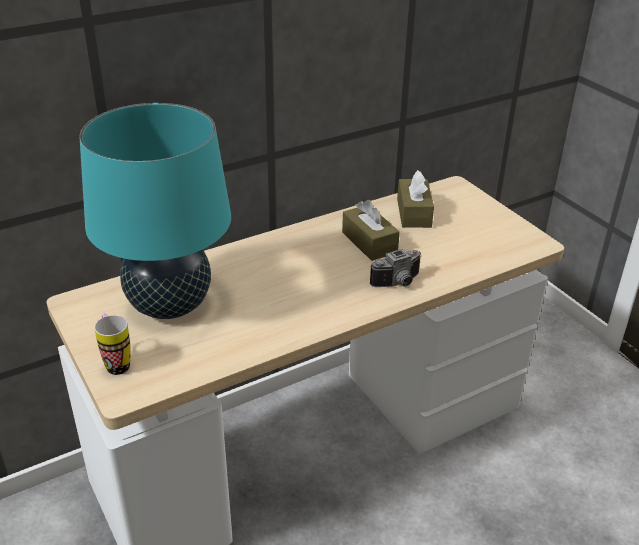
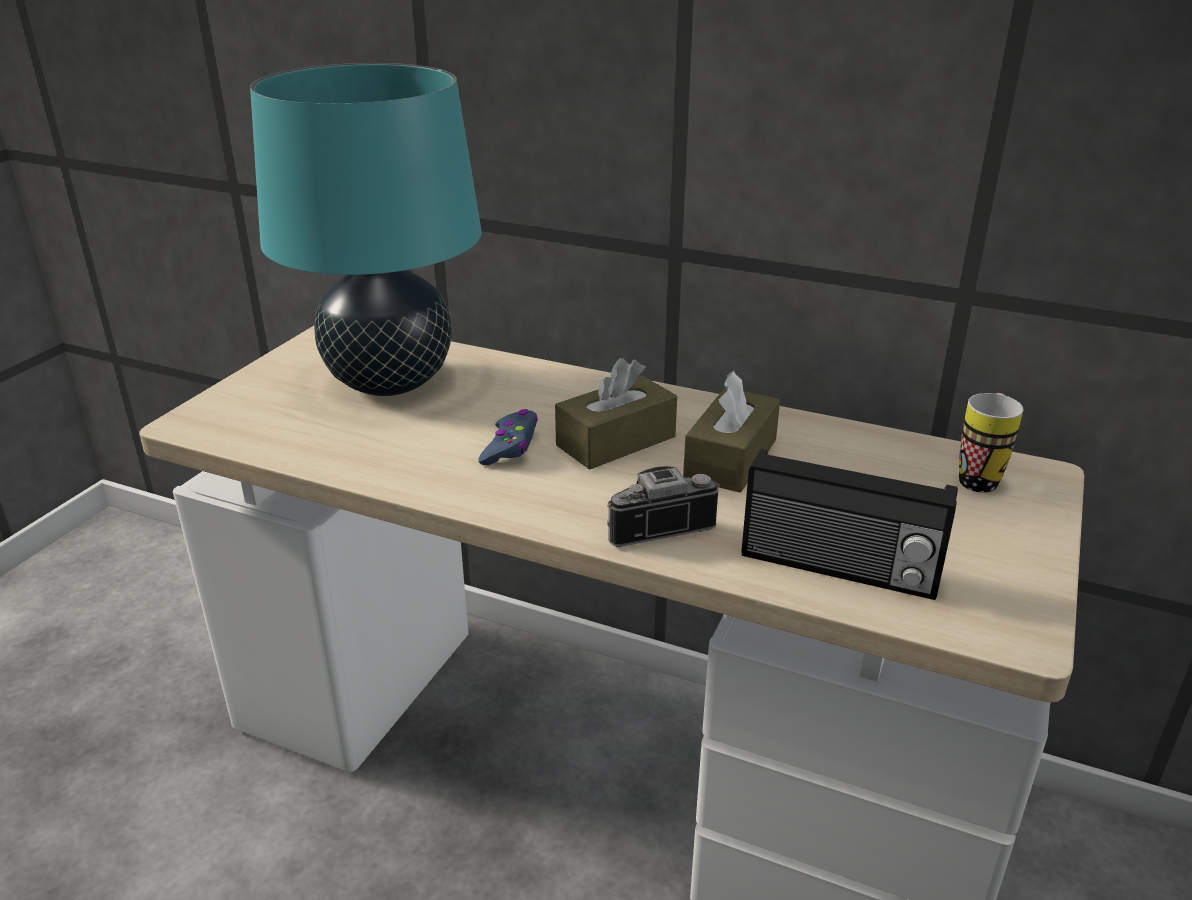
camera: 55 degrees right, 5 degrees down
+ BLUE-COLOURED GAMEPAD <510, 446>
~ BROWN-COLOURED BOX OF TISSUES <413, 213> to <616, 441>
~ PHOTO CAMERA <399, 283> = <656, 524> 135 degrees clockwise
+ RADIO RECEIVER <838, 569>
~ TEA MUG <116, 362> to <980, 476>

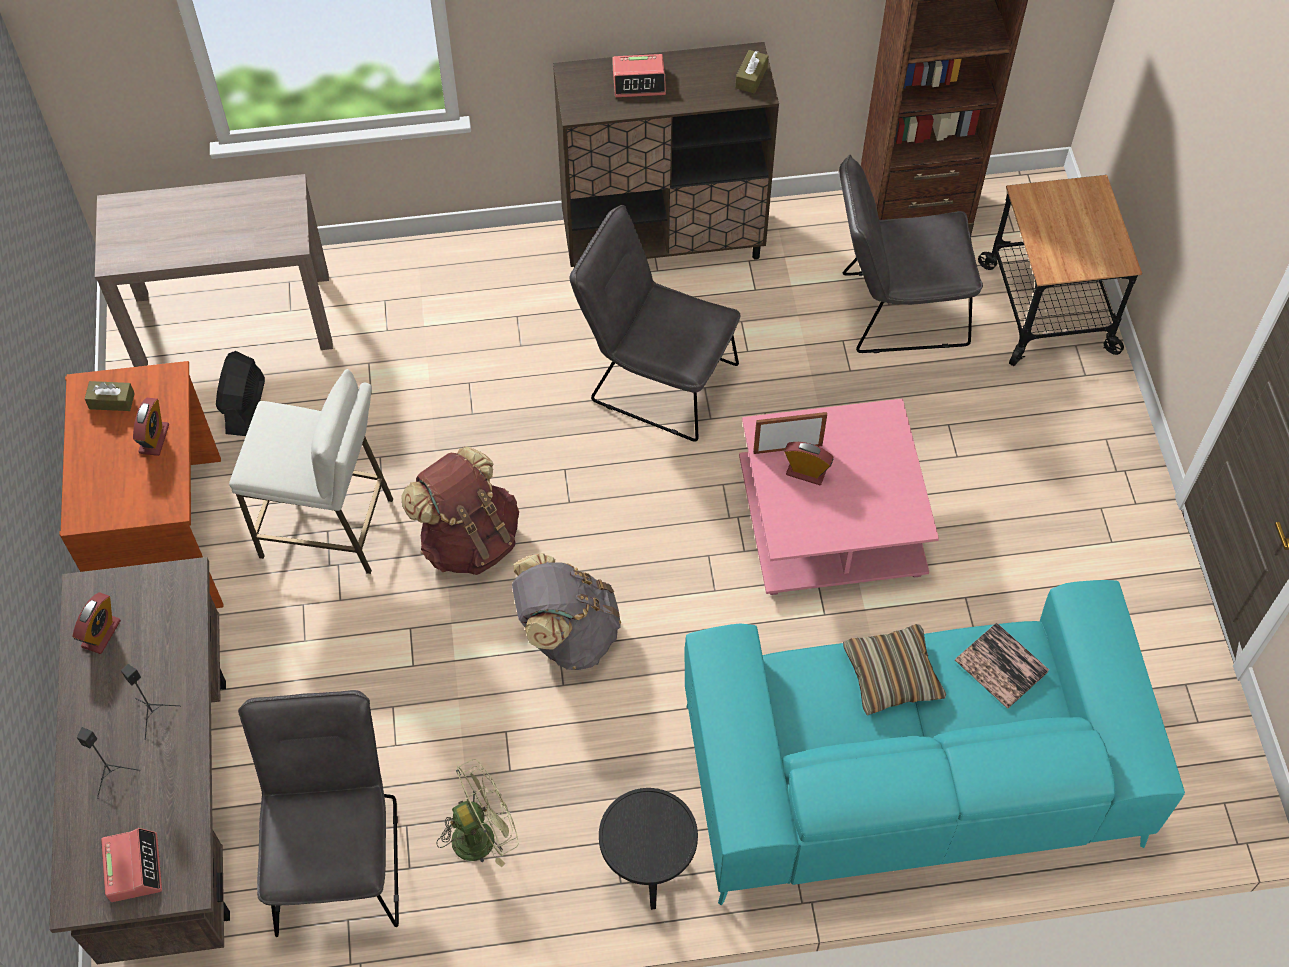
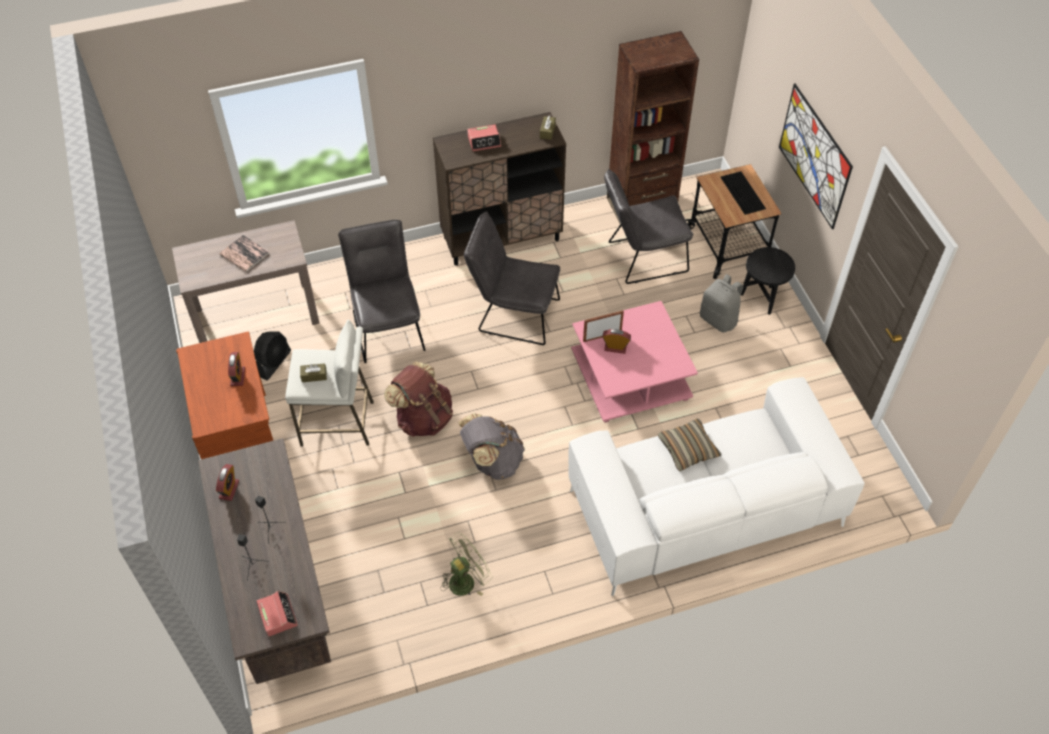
camera: 10 degrees left, 5 degrees down
~ BOUND BOOK <1001, 666> to <244, 254>
~ BLACKISH FAN <245, 407> = <273, 363> 150 degrees counterclockwise
~ BROWN-COLOURED BOX OF TISSUES <112, 401> to <314, 376>
~ GRAY CHAIR <338, 854> to <387, 326>
~ BLUE-GREEN SETTEE <909, 772> to WHITISH SETTEE <704, 506>
+ GRAY BACKPACK <719, 319>
+ COMPUTER KEYBOARD <743, 193>
~ BLACKISH SIDE TABLE <648, 872> to <761, 300>
+ WALL PICTURE <814, 156>

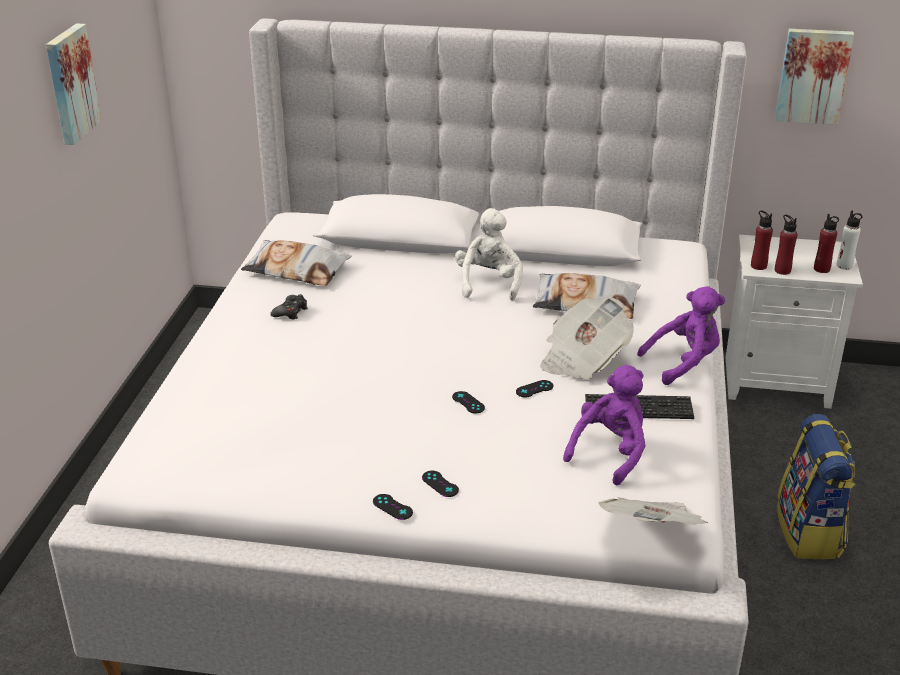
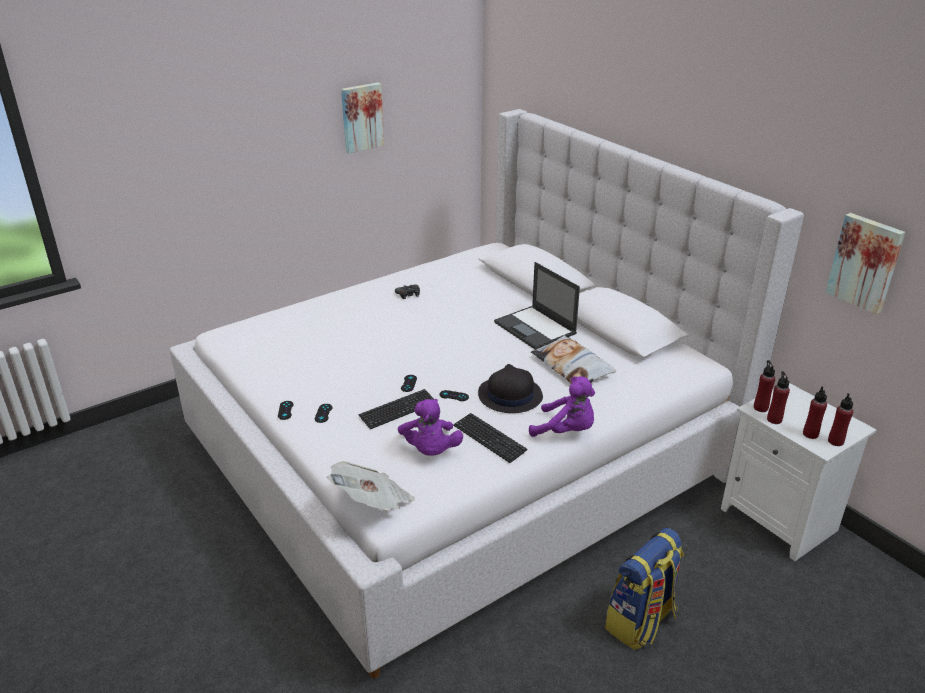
camera: 45 degrees right, 0 degrees up
+ COMPUTER KEYBOARD <398, 410>
~ PURPLE-COLOURED SOFT TOY <610, 453> = <430, 451> 90 degrees clockwise
~ NEWSPAPER <582, 359> to BLACKISH WEARABLE HAT <509, 395>
~ WHITISH SOFT TOY <488, 283> to LAPTOP <536, 328>
~ WHITISH BOTTLE <844, 266> to RED-COLOURED BOTTLE <835, 441>
- CUSHION <297, 270>

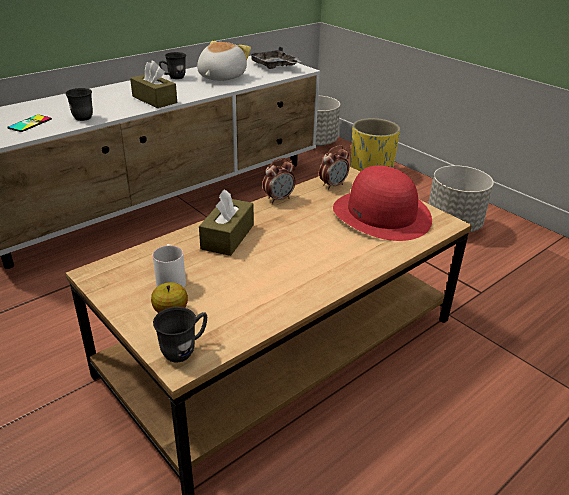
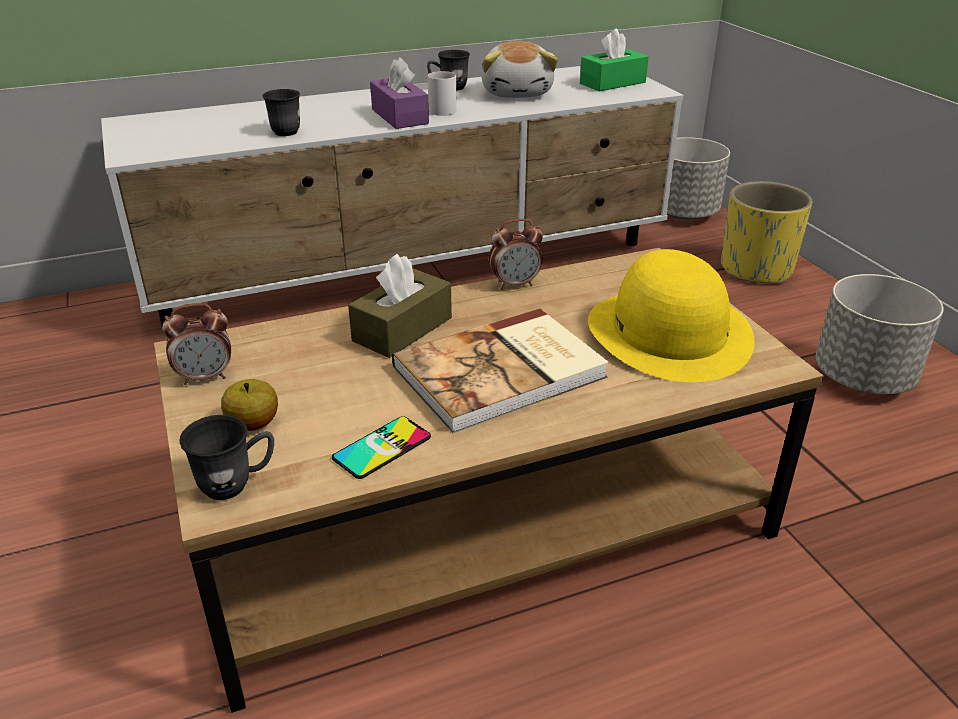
camera: 20 degrees right, 0 degrees up
~ TABLE CLOCK <333, 185> to <205, 377>
~ HANDSET <30, 123> to <382, 447>
~ BROWN-COLOURED BOX OF TISSUES <154, 99> to PURPLE-COLOURED BOX OF TISSUES <399, 116>
+ BOUND BOOK <503, 373>
~ WHITISH TEA MUG <171, 279> to <444, 109>
~ SOFT TOY <220, 77> = <518, 93> 135 degrees clockwise
~ GRAY CARRYING TRAY <274, 66> to GREENISH BOX OF TISSUES <612, 83>
~ RED-COLOURED WEARABLE HAT <382, 214> to YELLOWISH WEARABLE HAT <669, 333>

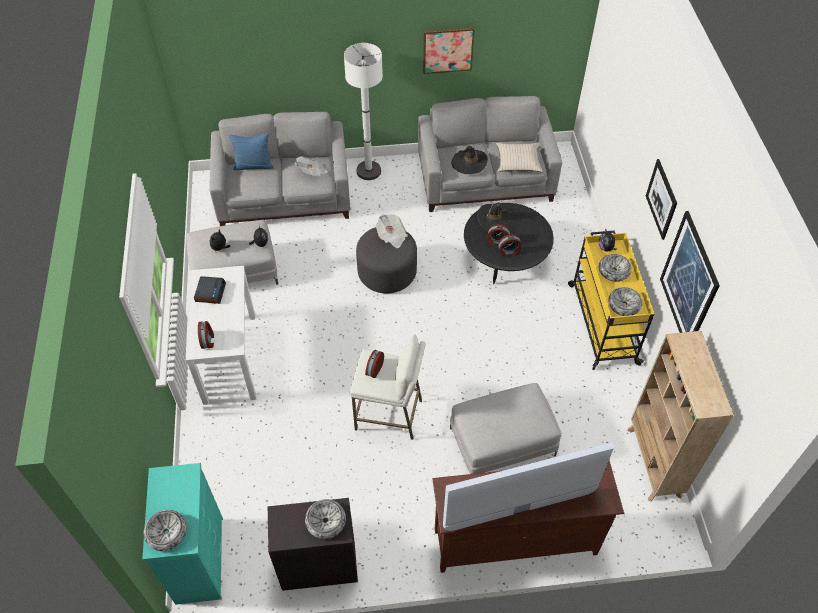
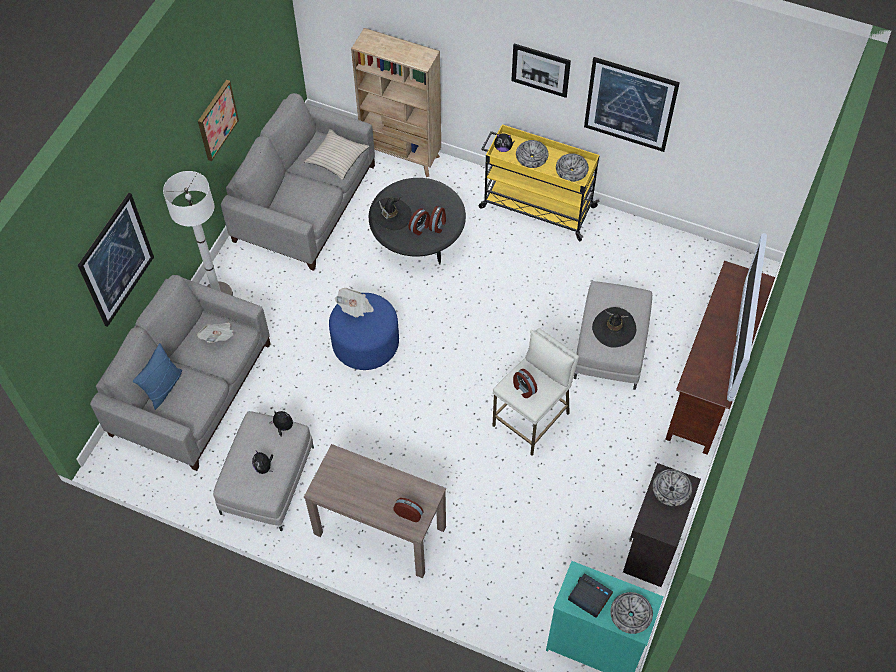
camera: 60 degrees left, 5 degrees up
+ WALL PICTURE <116, 260>
~ WHITISH HALL TABLE <229, 357> to BROWN-COLOURED HALL TABLE <379, 530>
~ GRAY POUFFE <387, 272> to BLUE-COLOURED POUFFE <365, 343>
~ BEIGE BOOKCASE <653, 462> to <401, 156>
~ TABLE CLOCK <210, 292> to <589, 597>
~ BLACKISH WEARABLE HAT <469, 163> to <614, 329>

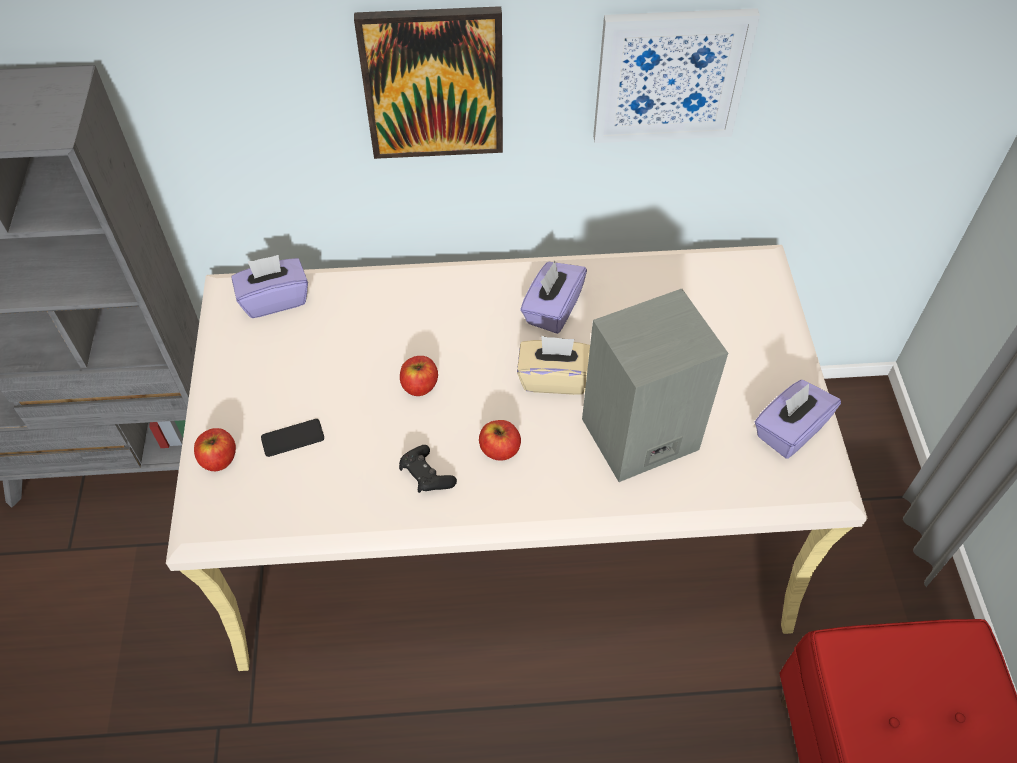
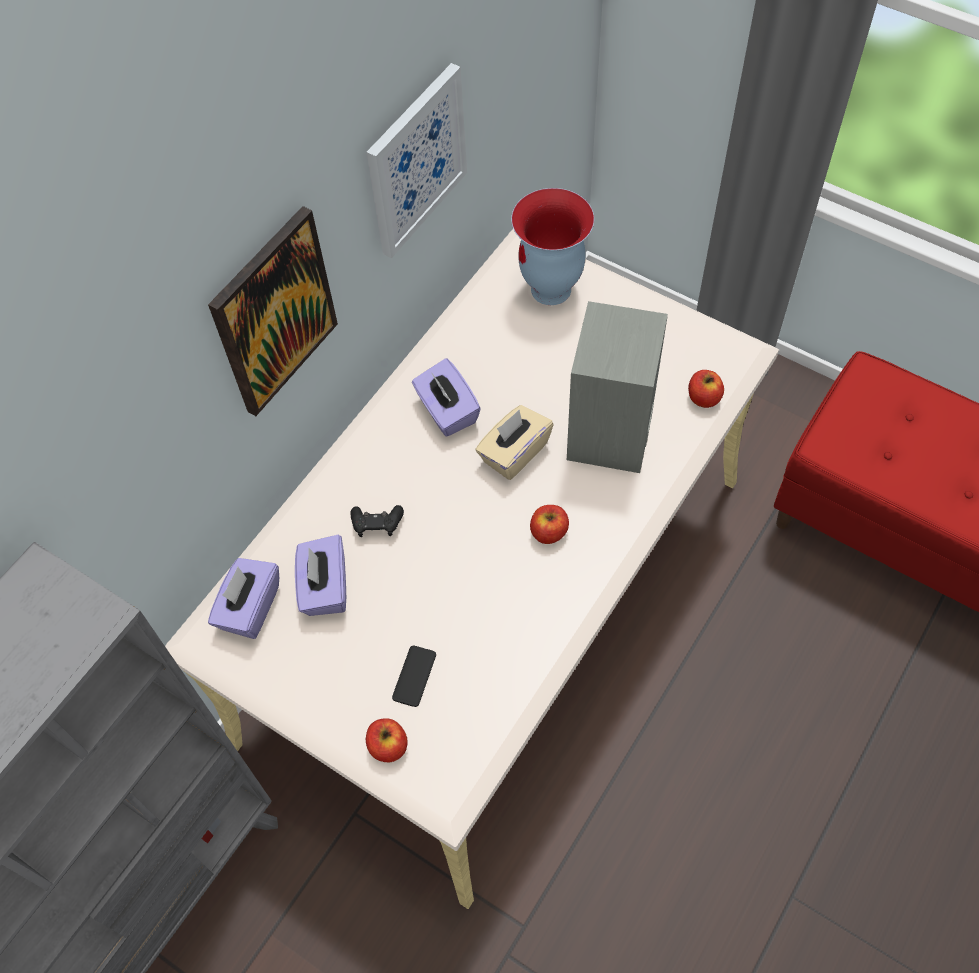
camera: 50 degrees left, 5 degrees up
~ PURPLE-COLOURED BOX OF TISSUES <789, 430> to <324, 588>
~ BLACKISH GAMEPAD <426, 476> to <377, 525>
+ DECORATIVE VASE <551, 290>
~ APPLE <419, 385> to <703, 398>

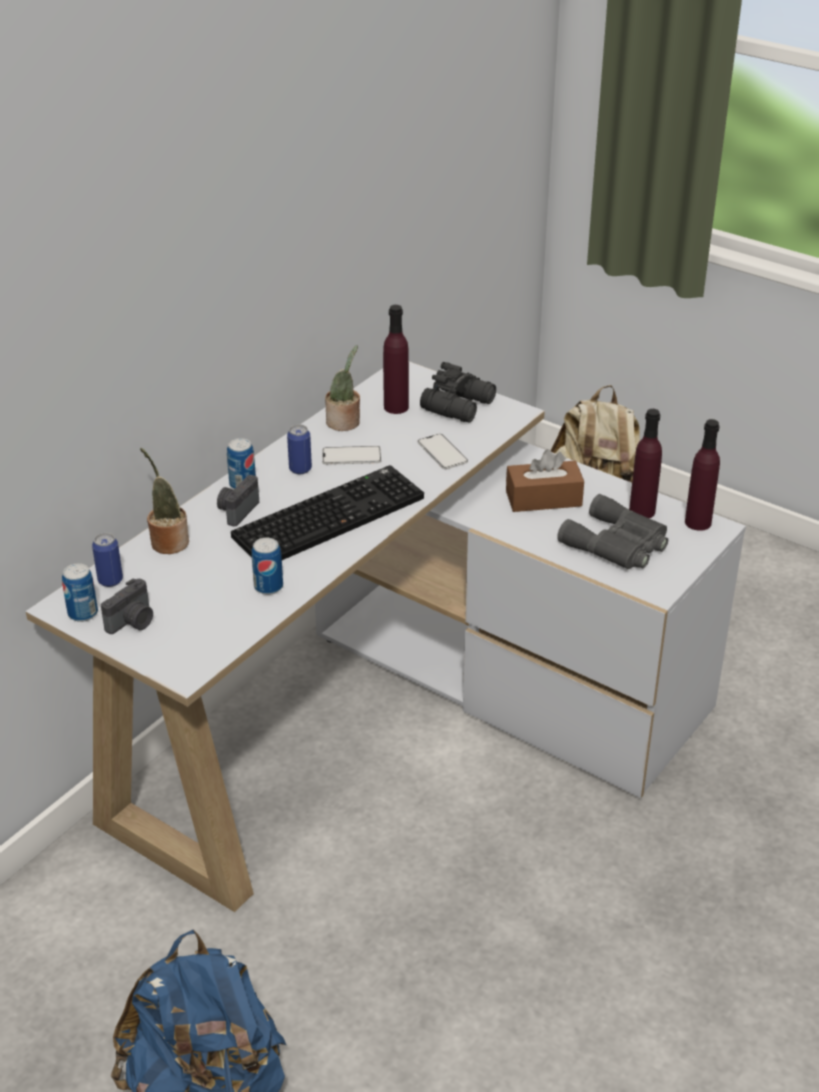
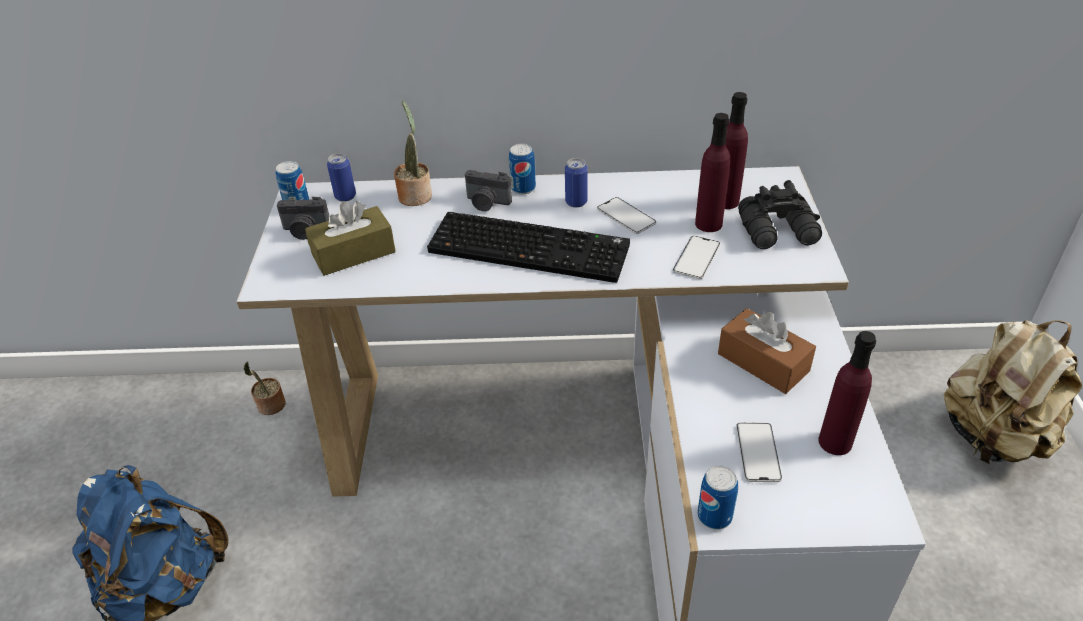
camera: 55 degrees right, 5 degrees up
~ HOUSEPLANT <344, 423> to <270, 406>
+ BROWN-COLOURED BOX OF TISSUES <353, 253>
~ PHOTO CAMERA <237, 511> = <487, 203> 150 degrees counterclockwise
~ PURPLE-COLOURED BOTTLE <698, 522> to <708, 224>
~ CAN <268, 587> to <714, 516>
~ GRAY FIELD GLASSES <617, 544> to HANDSET <758, 452>

